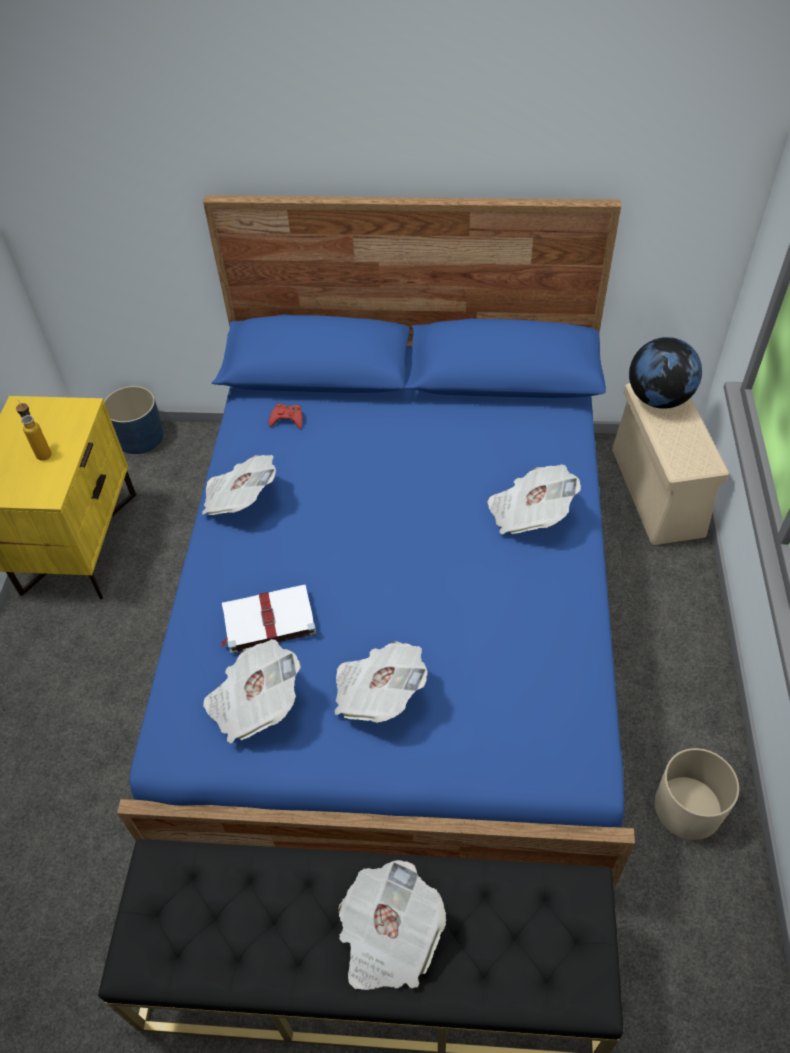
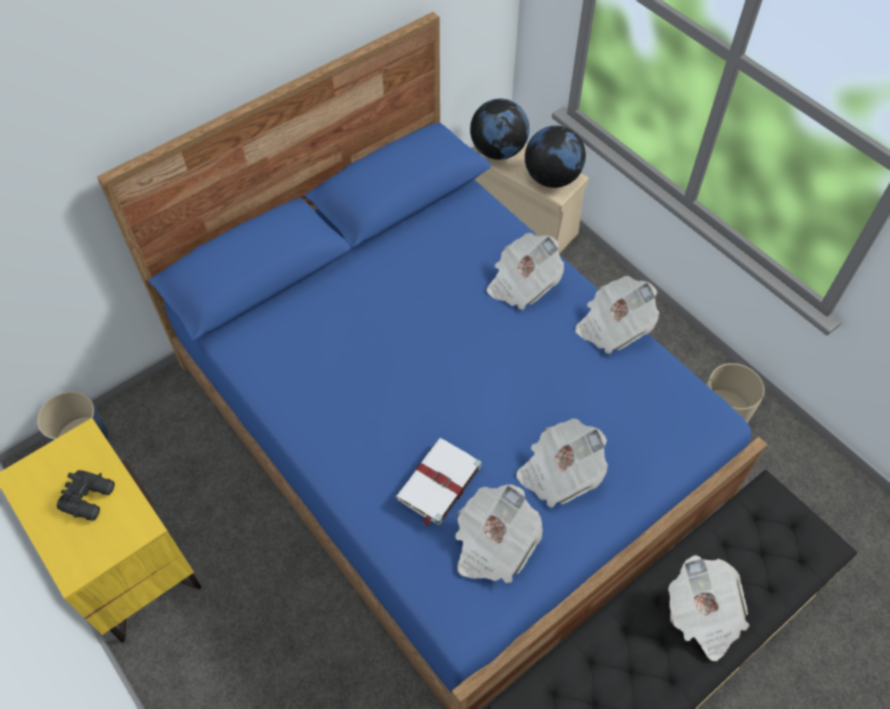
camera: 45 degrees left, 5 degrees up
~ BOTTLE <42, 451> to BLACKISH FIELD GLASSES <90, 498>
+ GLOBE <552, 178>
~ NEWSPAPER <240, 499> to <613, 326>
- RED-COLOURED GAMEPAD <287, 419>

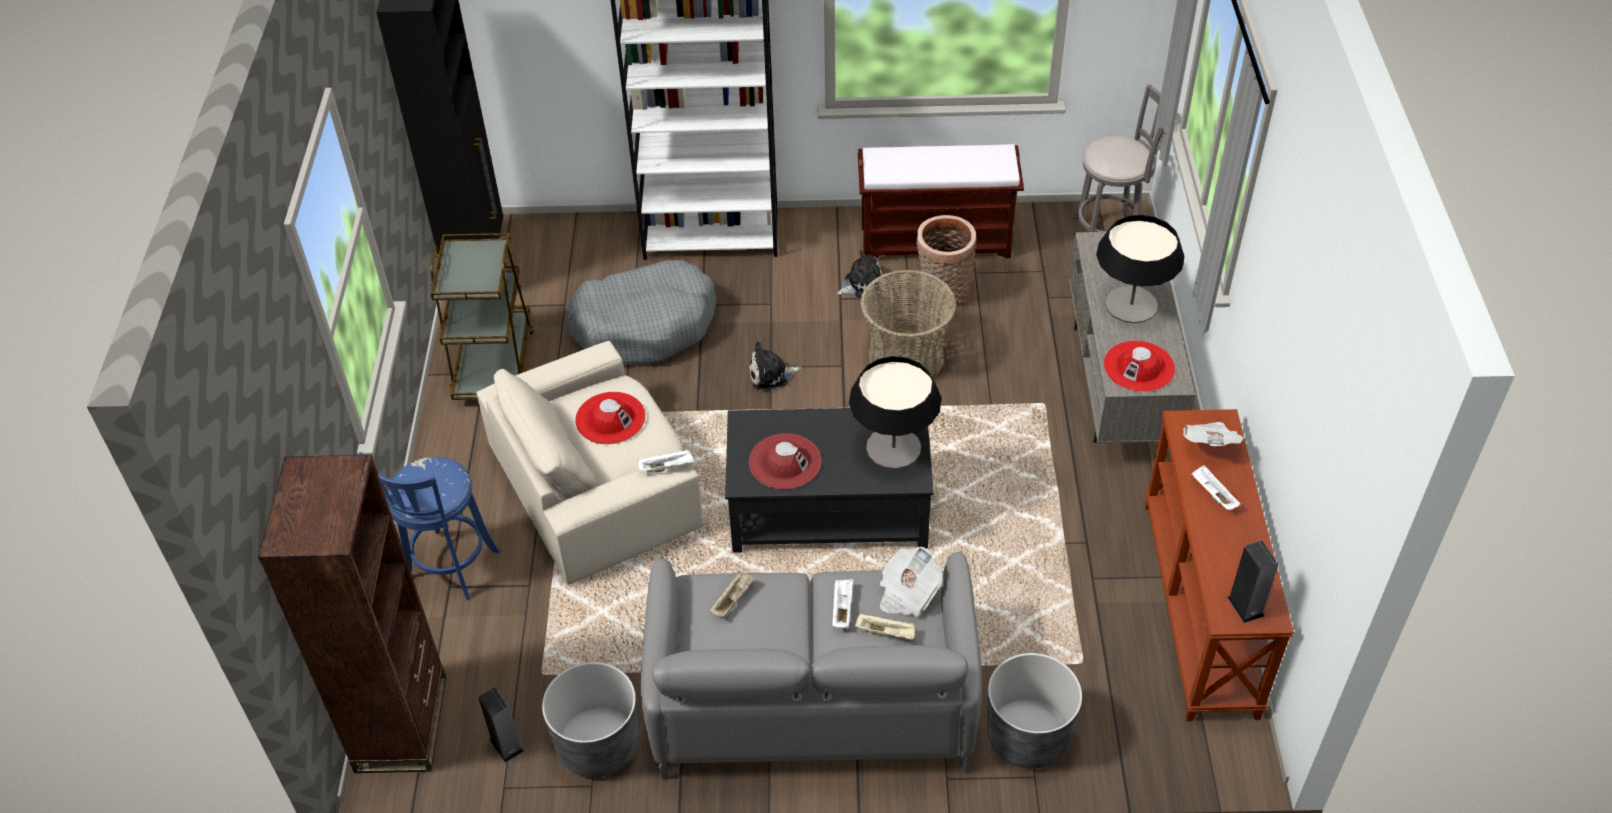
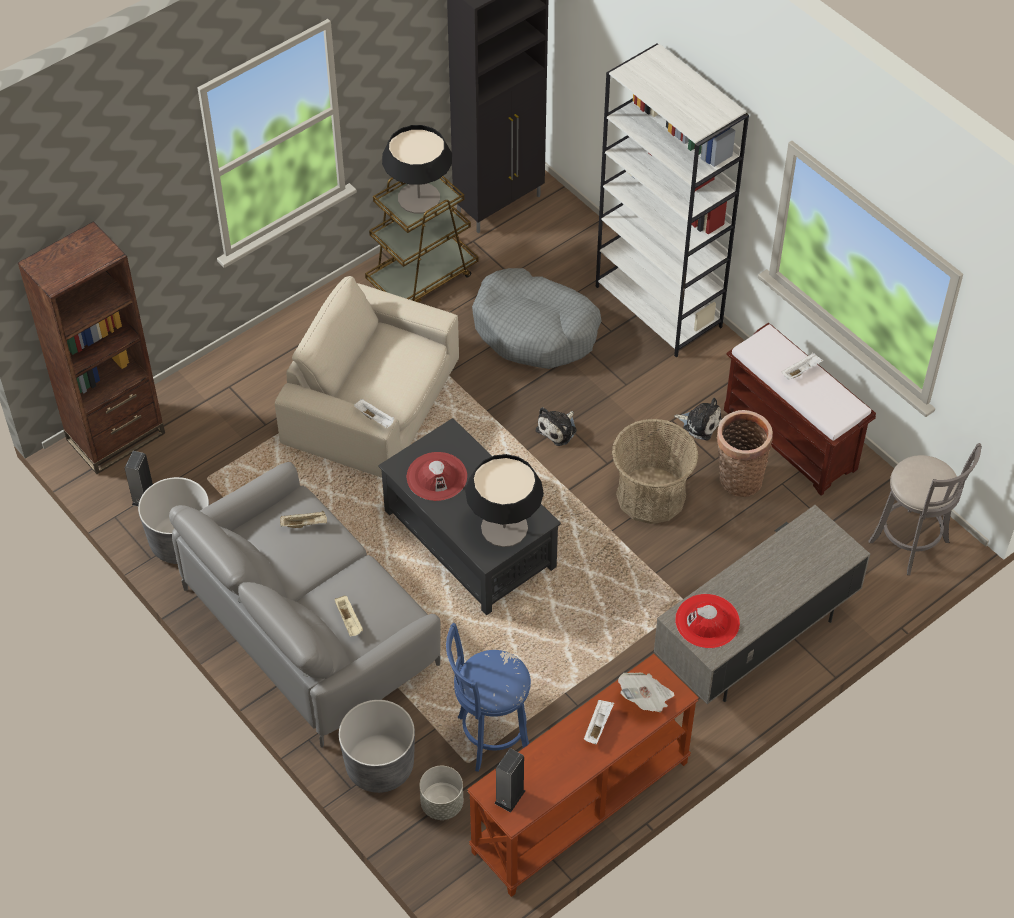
camera: 50 degrees right, 5 degrees up
~ TABLETOP LAMP <1131, 305> to <418, 198>
+ GRAY FLOWER POT <442, 803>
~ BLUE-COLOURED STOOL SEAT <449, 568> to <489, 737>
~ SOFT TOY <771, 375> = <558, 429> 90 degrees counterclockwise
~ WHITISH CARRYING TRAY <842, 608> to <801, 371>
- RED-COLOURED WEARABLE HAT <610, 418>
- NEWSPAPER <907, 593>

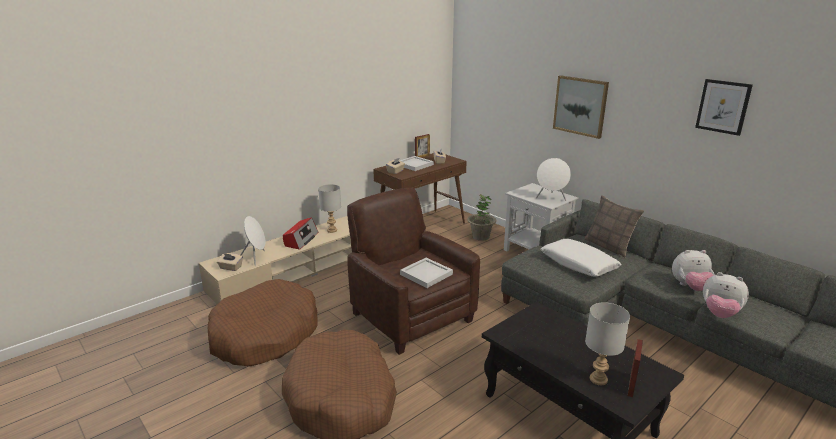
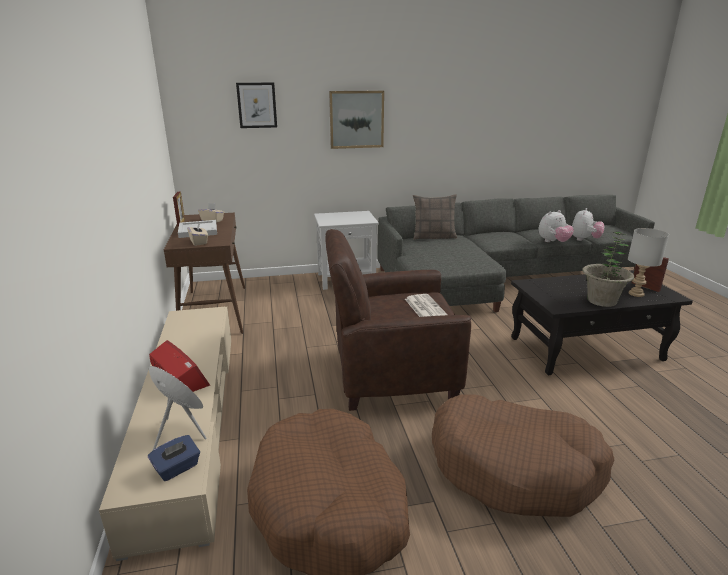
camera: 60 degrees left, 0 degrees up
~ BEIGE BOX OF TISSUES <230, 267> to BLUE-COLOURED BOX OF TISSUES <177, 468>
~ WALL PICTURE <723, 106> to <257, 105>
~ WHITISH CARRYING TRAY <426, 274> to NEWSPAPER <424, 307>
~ SOFT TOY <690, 287> to <584, 239>
~ HOUSEPLANT <480, 237> to <602, 301>
- GRAY TABLETOP LAMP <332, 230>
- WHITISH AUDIO SPEAKER <551, 198>
- WHITISH CUSHION <578, 264>

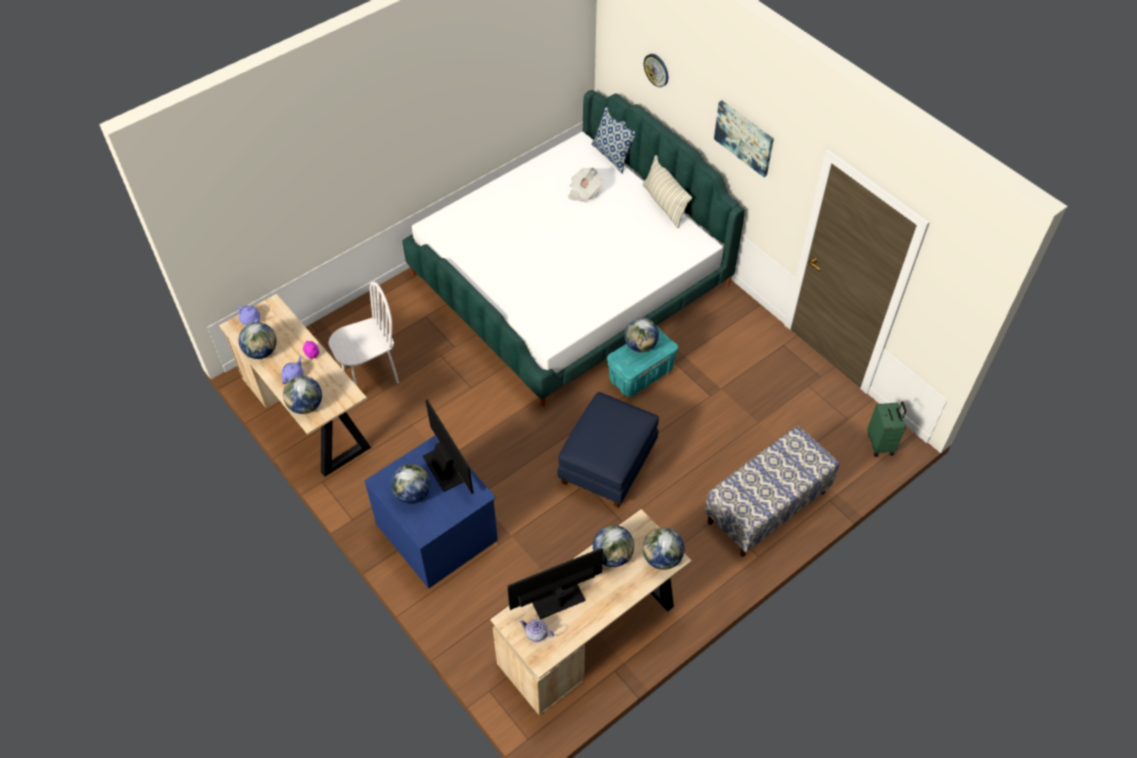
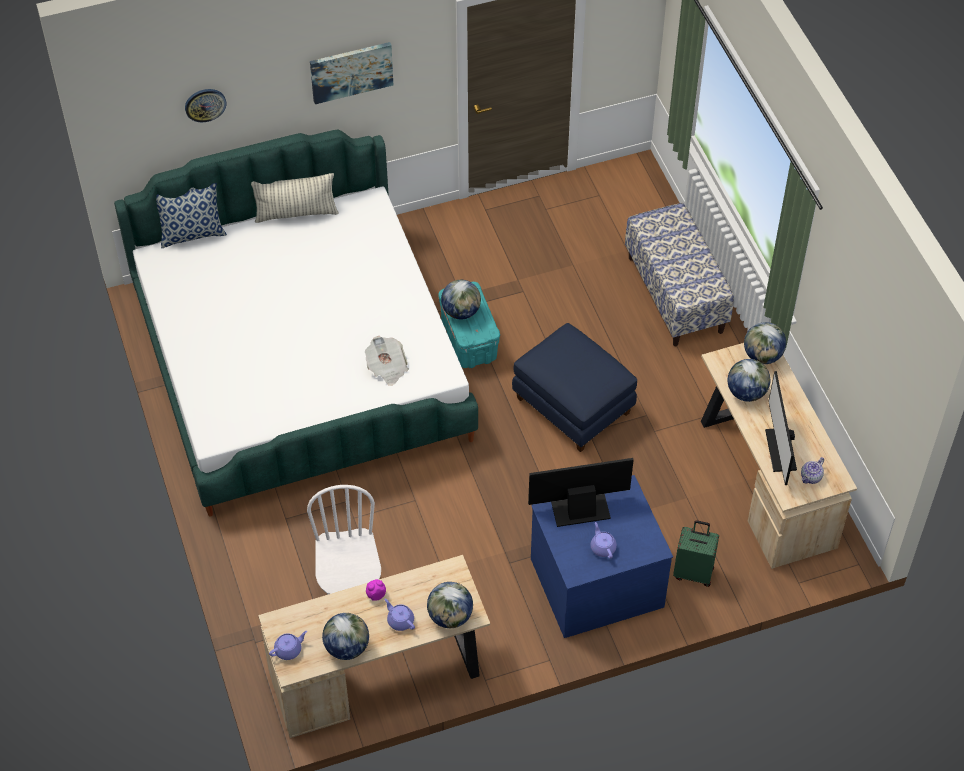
camera: 70 degrees left, 0 degrees up
~ NEWSPAPER <583, 192> to <387, 368>
~ GLOBE <412, 494> to PURPLE-COLOURED TEAPOT <602, 547>
~ GREENISH PIECE OF LUGGAGE <881, 444> to <694, 572>

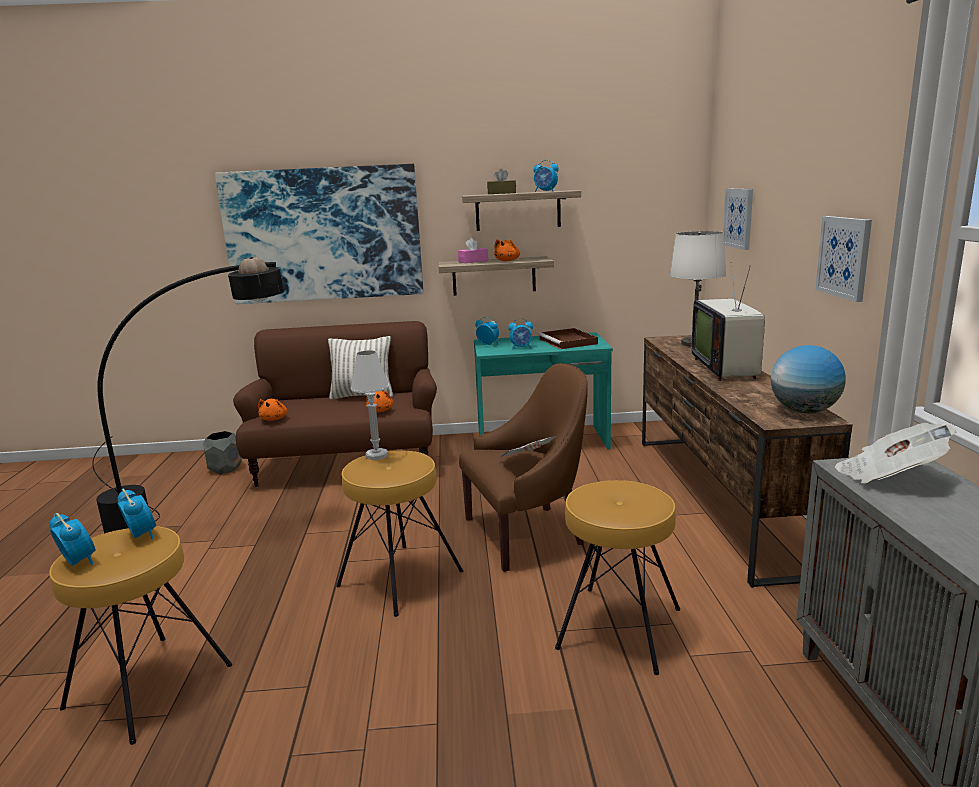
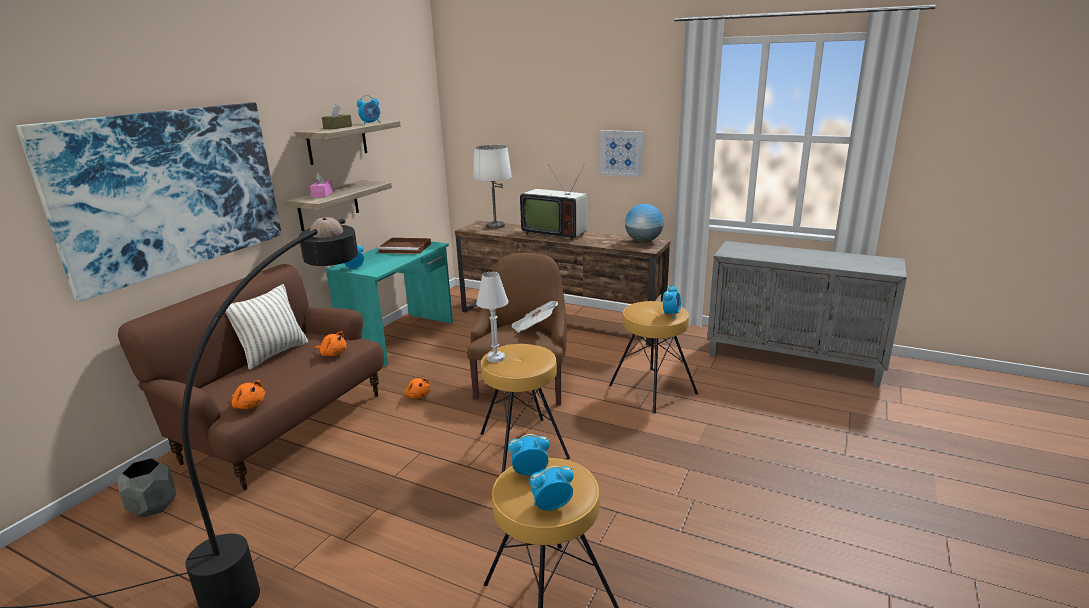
camera: 60 degrees left, 5 degrees up
~ ORANGEY SOFT TOY <508, 261> to <418, 395>
~ TABLE CLOCK <521, 347> to <671, 314>
- WALL PICTURE <739, 218>
- NEWSPAPER <889, 476>

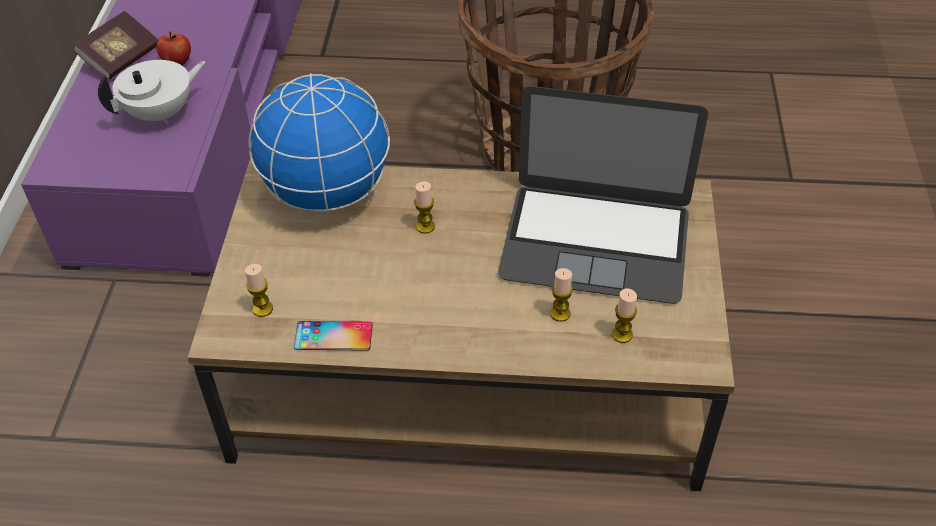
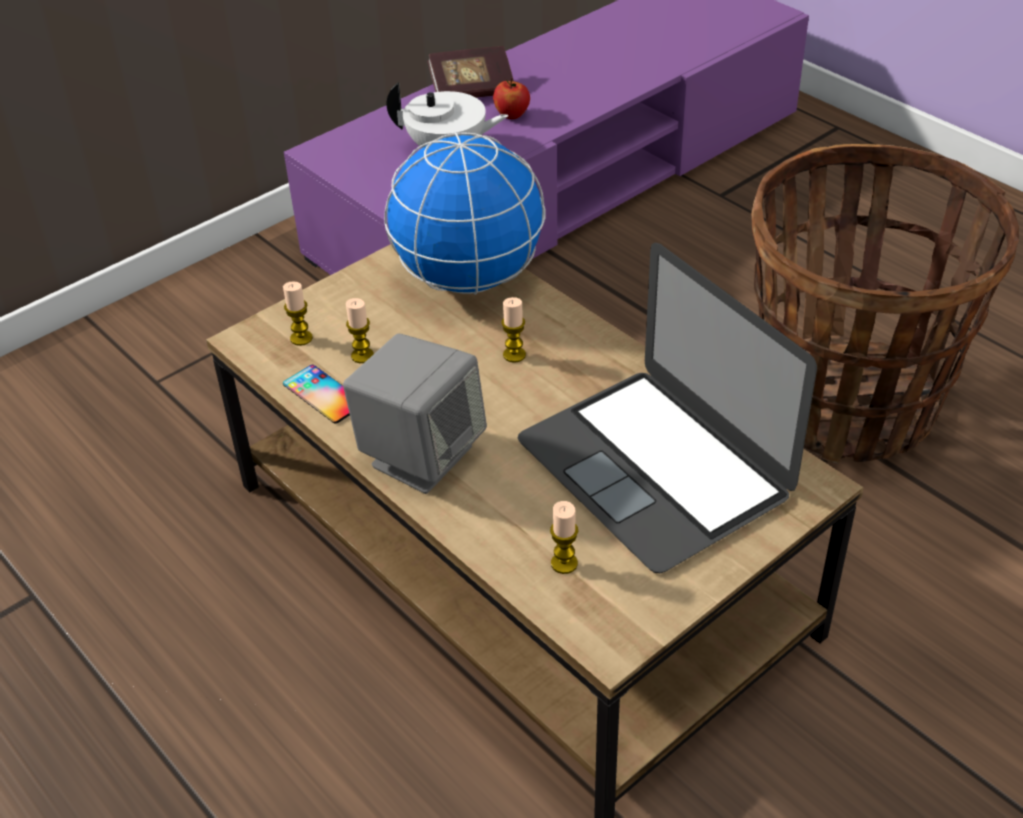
camera: 45 degrees right, 5 degrees down
+ GRAY AUDIO SPEAKER <421, 455>
~ WAX LIGHT <560, 313> to <362, 356>

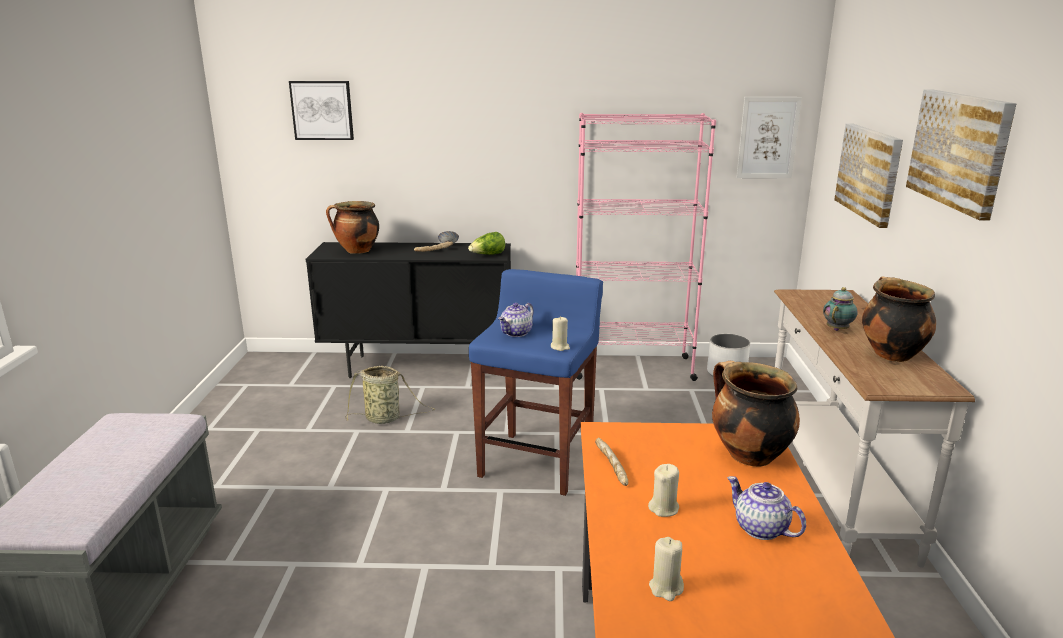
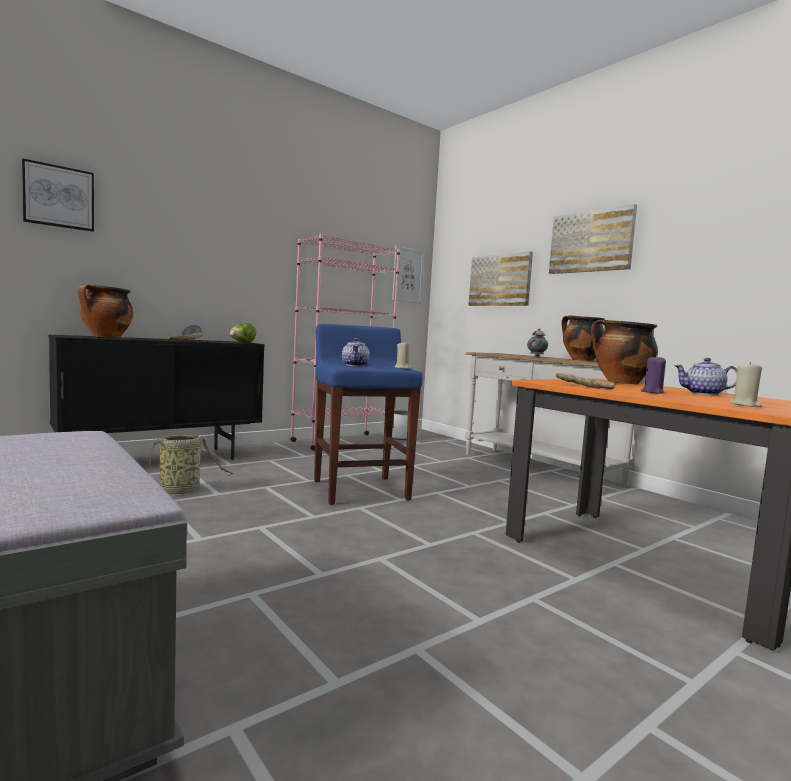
camera: 40 degrees left, 15 degrees down
~ BEIGE WAX LIGHT <664, 508> to PURPLE-COLOURED WAX LIGHT <652, 392>

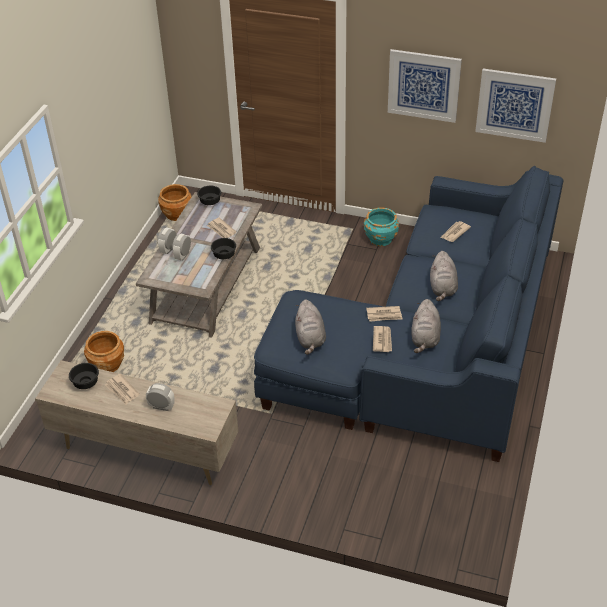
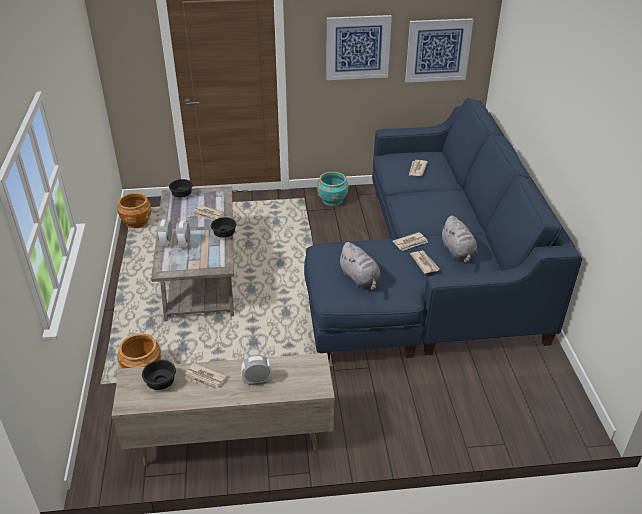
camera: 25 degrees left, 5 degrees down
- GRAY SOFT TOY <442, 288>

